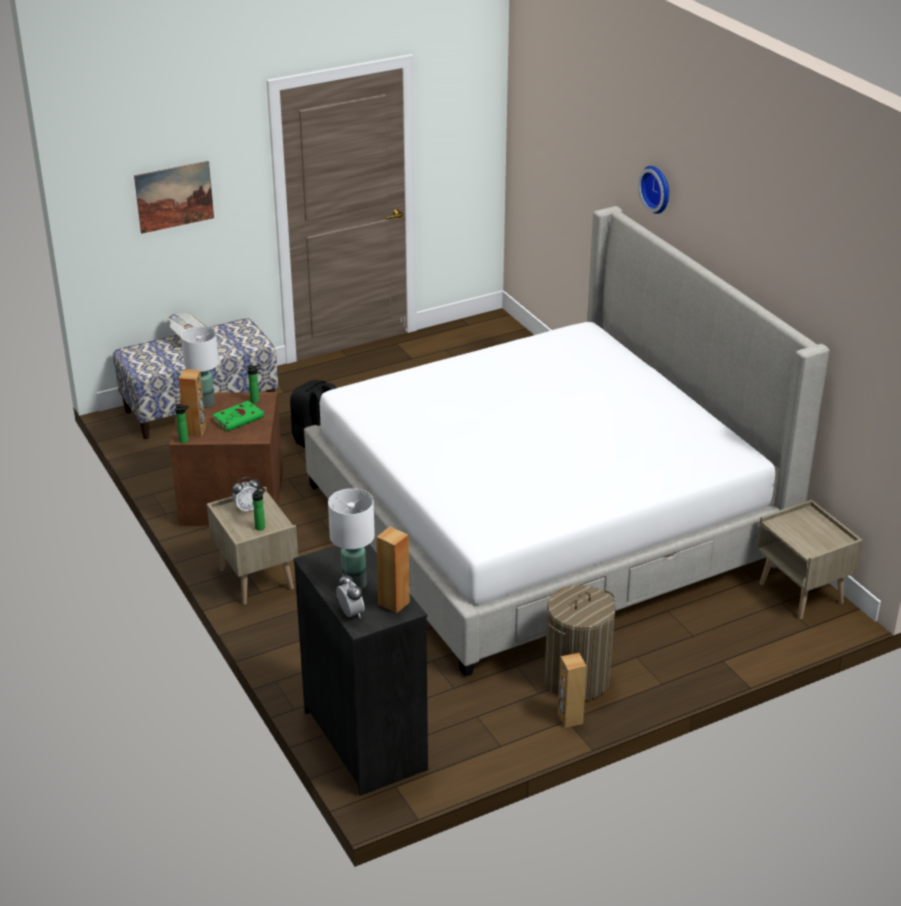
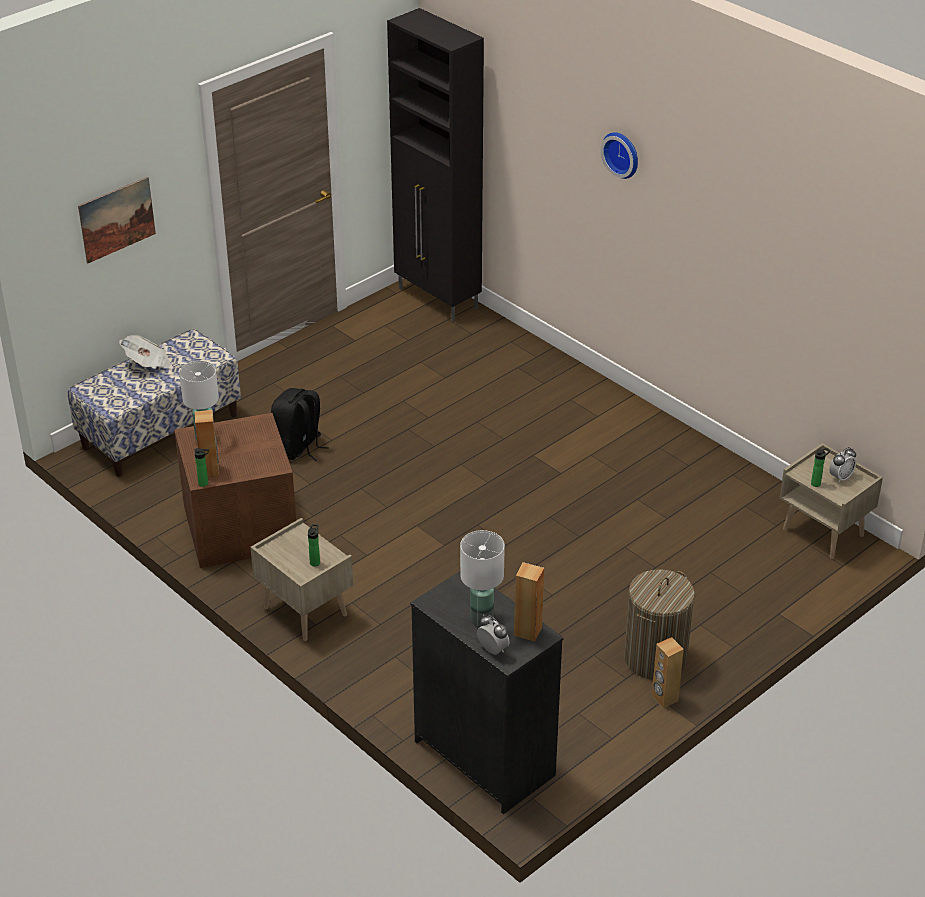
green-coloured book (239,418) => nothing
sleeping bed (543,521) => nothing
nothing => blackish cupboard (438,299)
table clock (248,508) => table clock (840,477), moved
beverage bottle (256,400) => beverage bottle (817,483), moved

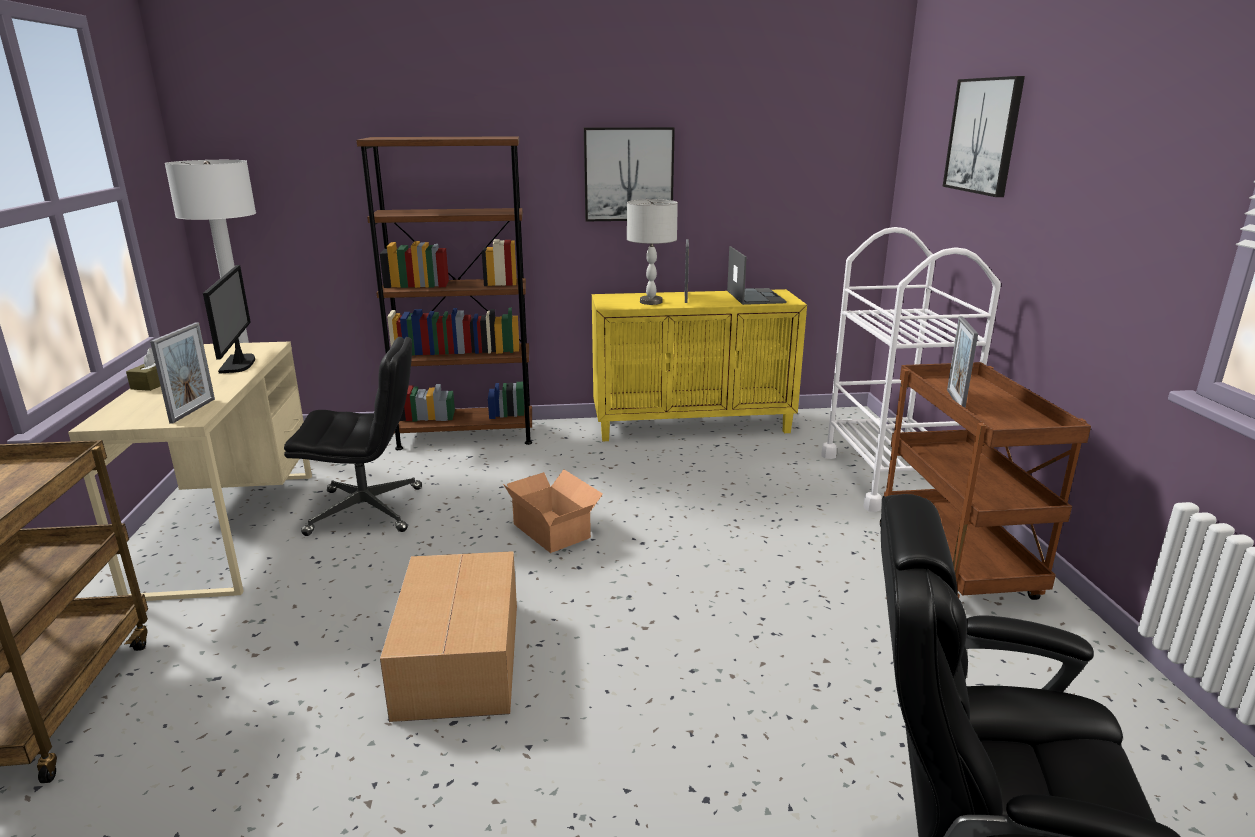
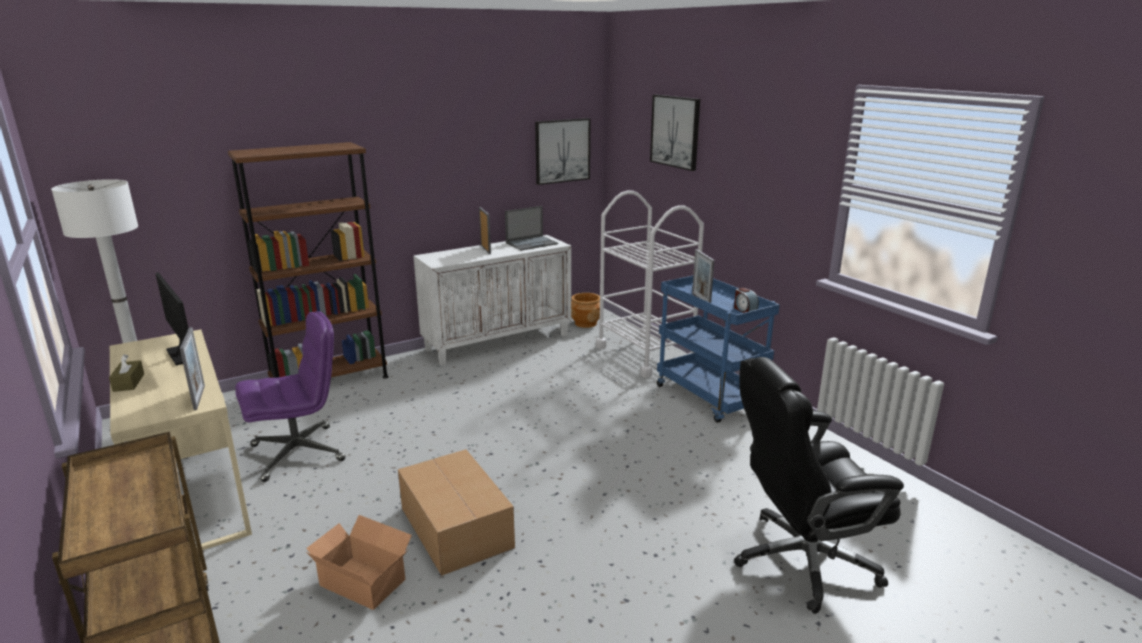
greyish lamp for a table (651,302) => nothing
nothing => brownish planter (585,323)
nothing => table clock (744,310)
carton (553,529) => carton (363,580), moved
wall art (628,174) => wall art (562,151), moved
blackish office chair (367,510) => purple-coloured office chair (299,452)
yellow-coloured cupboard (693,425) => white-coloured cupboard (498,342)
brownish wheeled cart (957,564) => bluish wheeled cart (710,398)
notebook computer (755,296) => notebook computer (532,243), 90 degrees clockwise

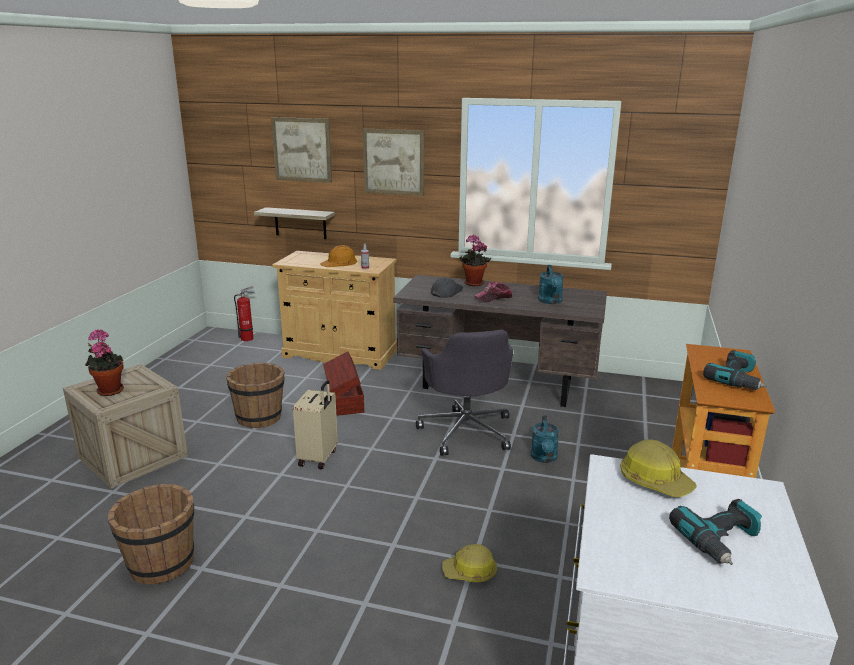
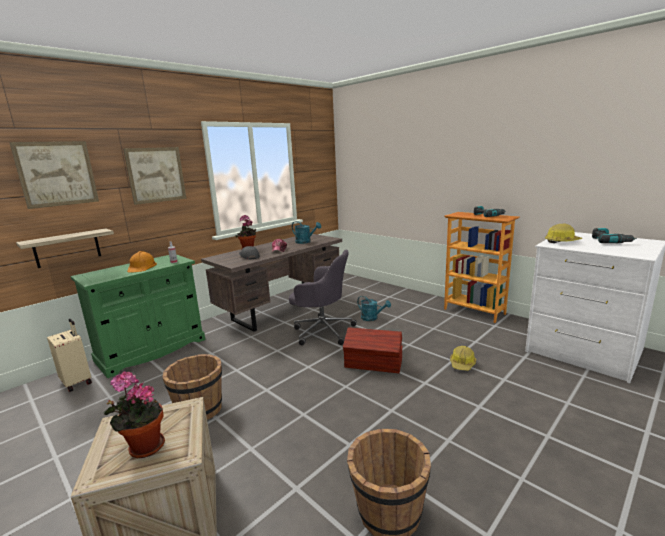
fire extinguisher (248,338) => nothing
beige-coloured travel case (319,458) => beige-coloured travel case (77,382), moved
brownish storage bin (344,400) => brownish storage bin (373,364), moved
beige-coloured cupboard (340,354) => green-coloured cupboard (152,350)

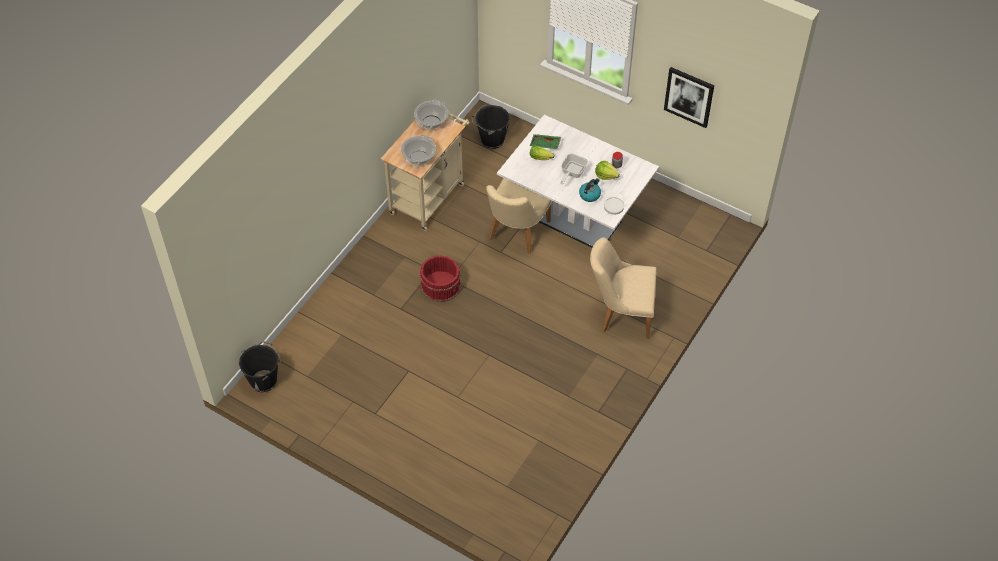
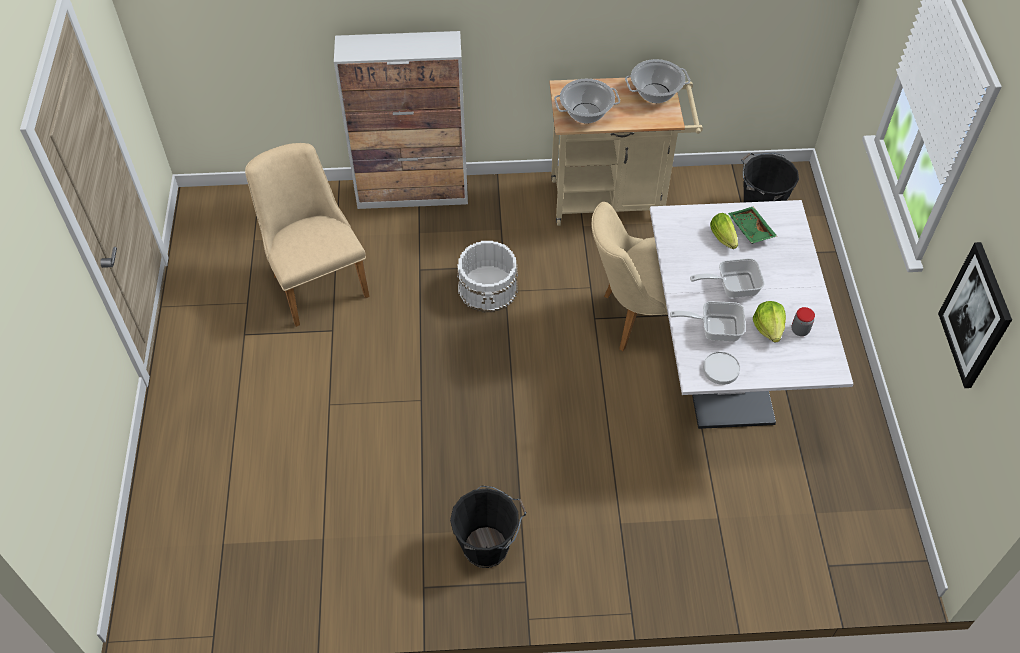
nothing => cupboard (413,194)
blackish bucket (264,380) => blackish bucket (488,546), moved
beige-coloured plain chair (620,314) => beige-coloured plain chair (316,280), moved
kettle (590,194) => pan (714,328)
red-coloured bucket (441,285) => white-coloured bucket (488,288)

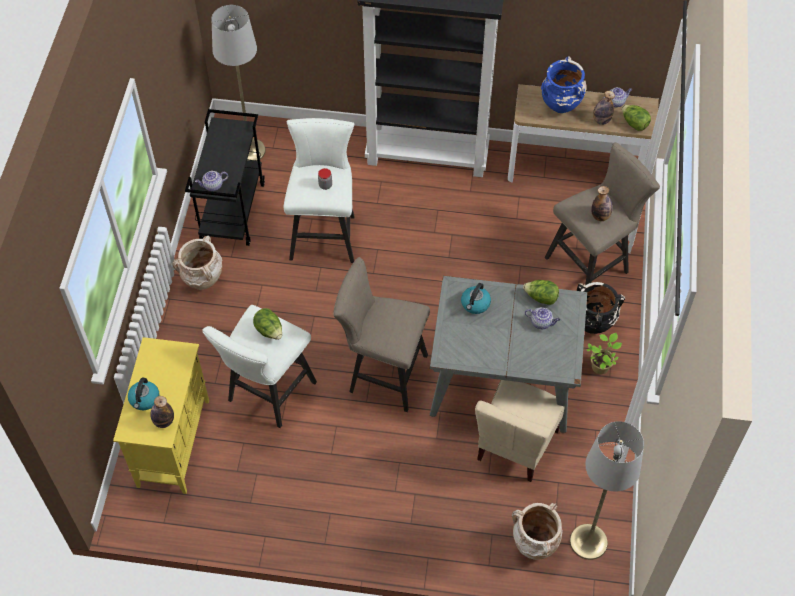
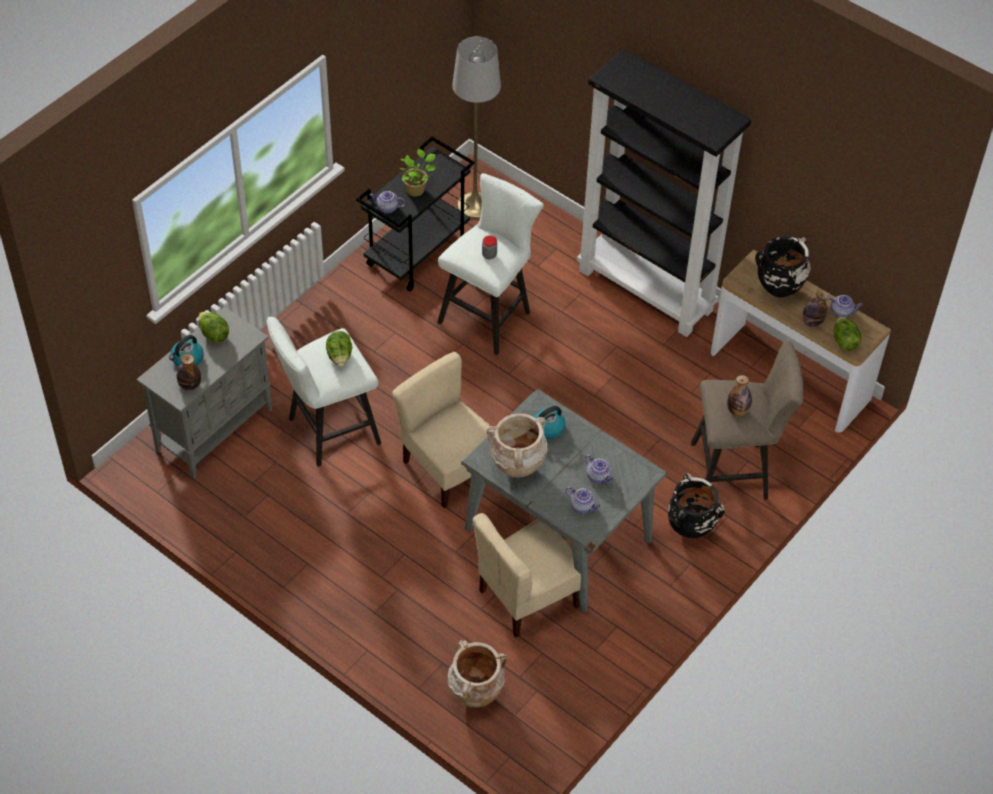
greyish standing lamp (588,541) => nothing
nothing => tea pot (583,506)
beige-coloured flower vase (203,283) => beige-coloured flower vase (517,470), moved
lettuce head (541,298) => lettuce head (213,334), moved
houseplant (600,366) => houseplant (416,189), moved
beige-coloured stool (382,373) => beige-coloured plain chair (448,468)
yellow-coloured cupboard (173,442) => greyish cupboard (215,429)
bluish flower vase (561,108) => blackish flower vase (778,292)

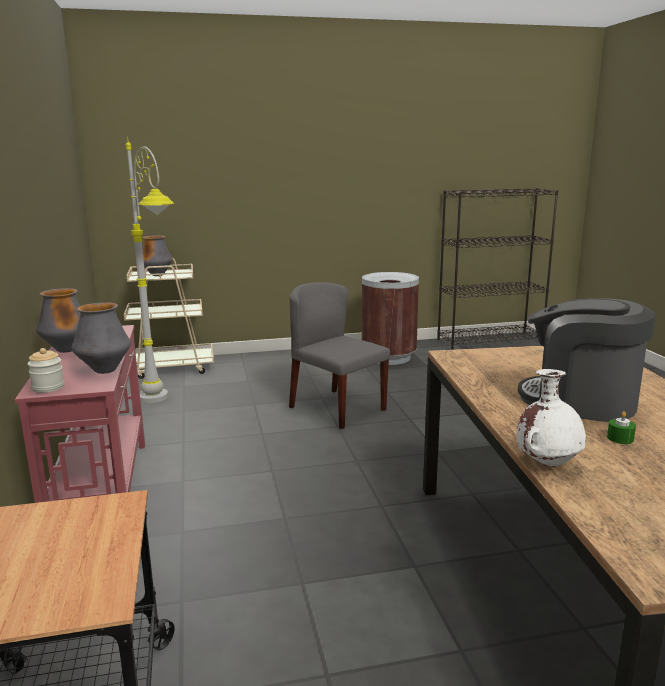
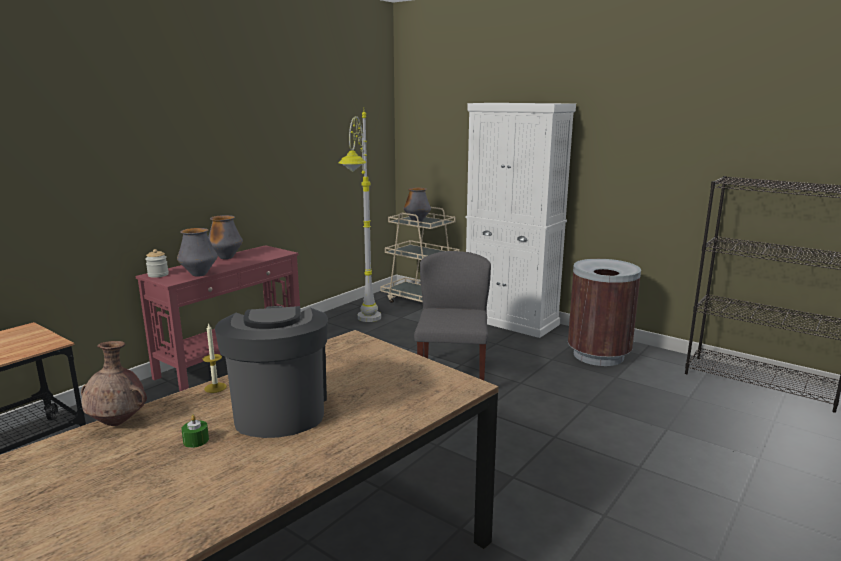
nothing => wax candle (215,387)
nothing => white-coloured cupboard (511,321)
white-coloured flower vase (548,463) => brownish flower vase (118,422)

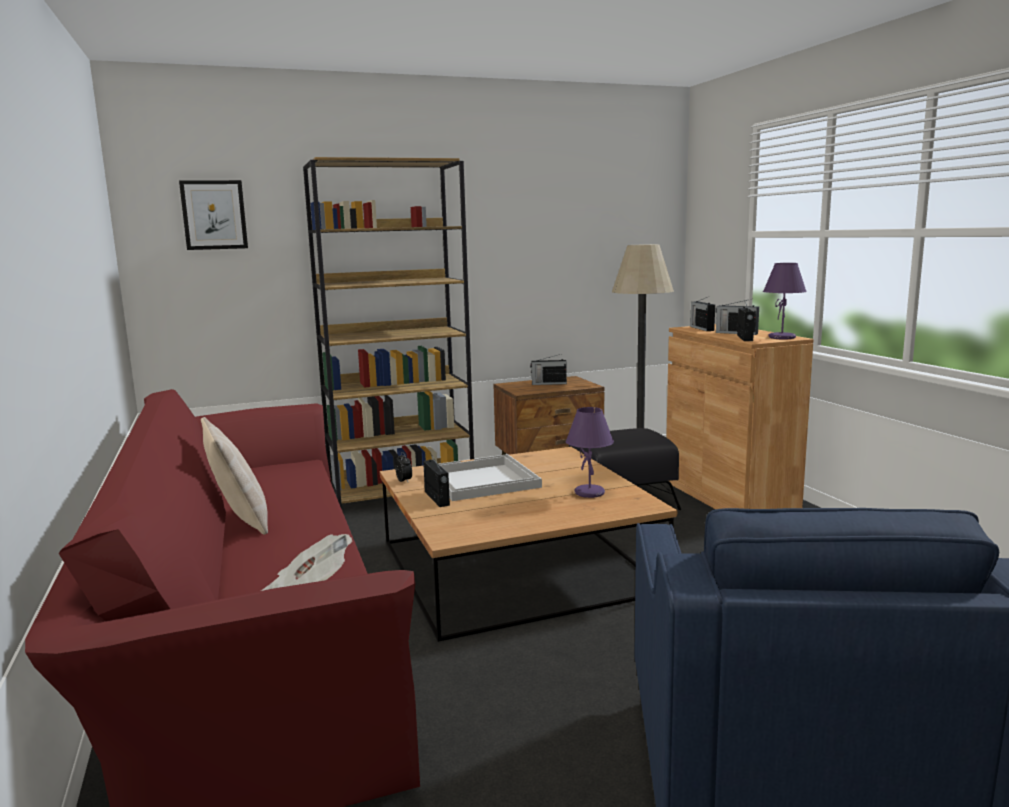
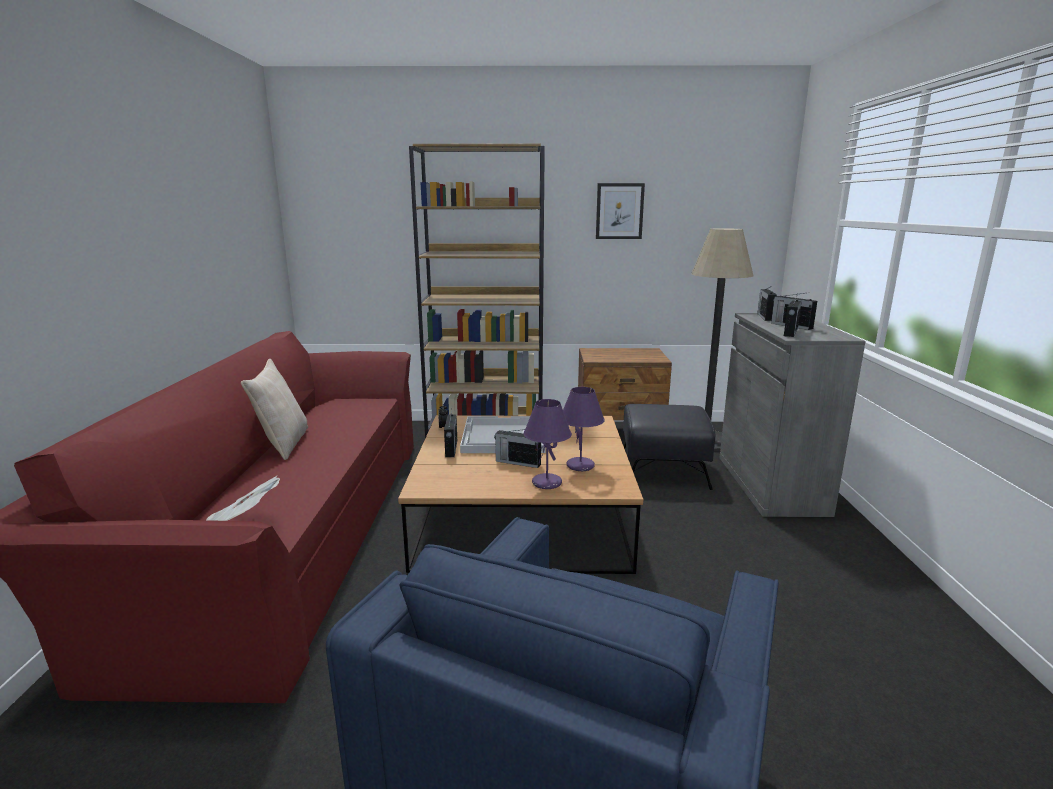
wall art (214,215) => wall art (619,211), moved
radio (548,383) => radio (517,462), moved
purple-coloured lamp for a table (782,338) => purple-coloured lamp for a table (546,483), moved
brownish cupboard (729,496) => greyish cupboard (771,484)

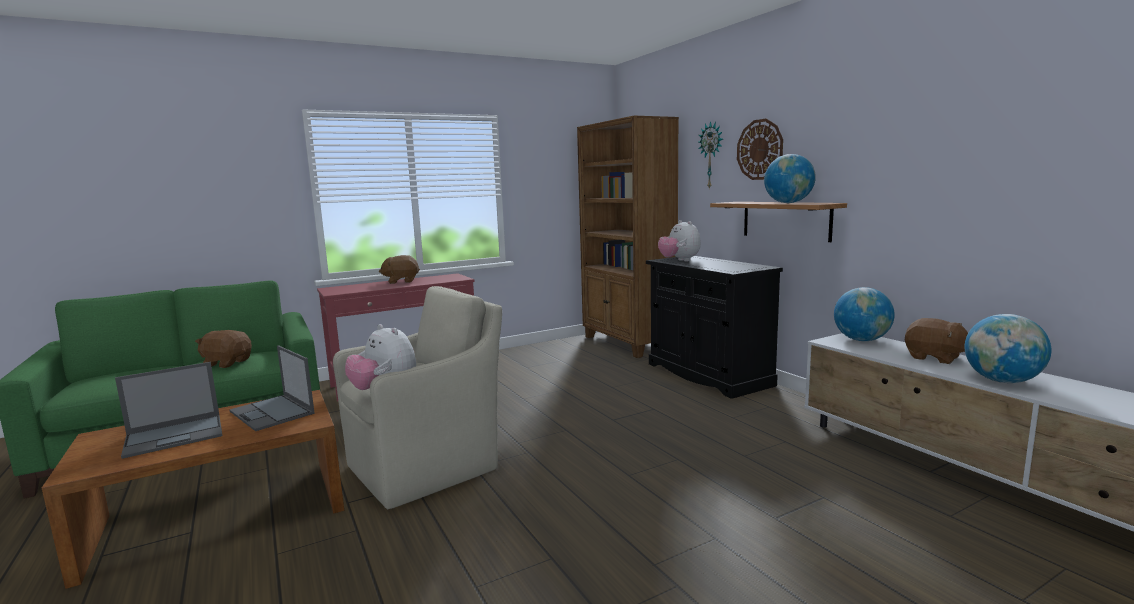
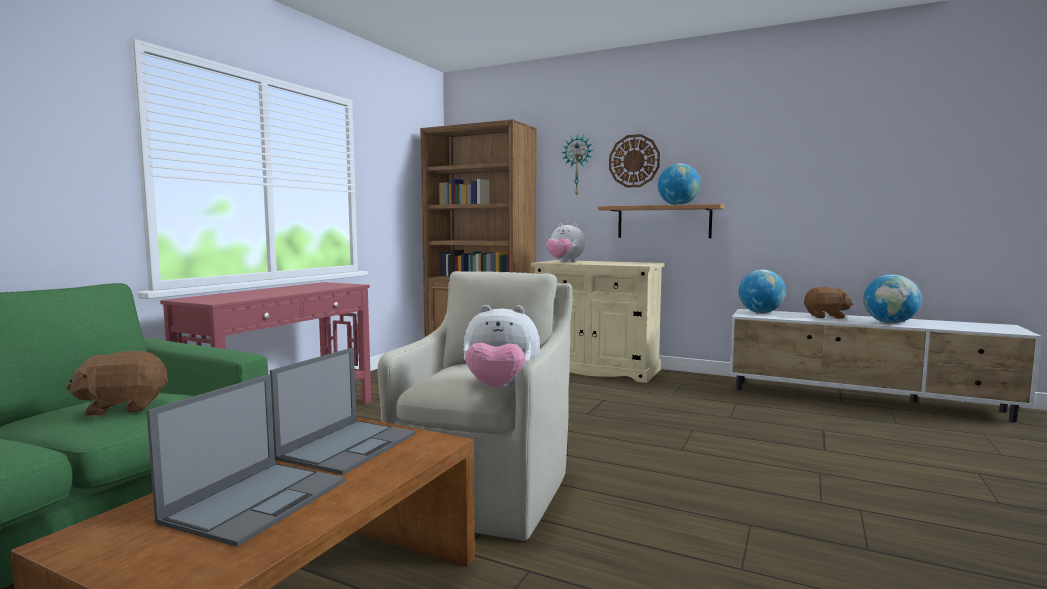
brownish cuddly toy (401,281) => nothing
blackish cupboard (708,374) => beige-coloured cupboard (596,369)
notebook computer (272,412) => notebook computer (349,445), 75 degrees counterclockwise

